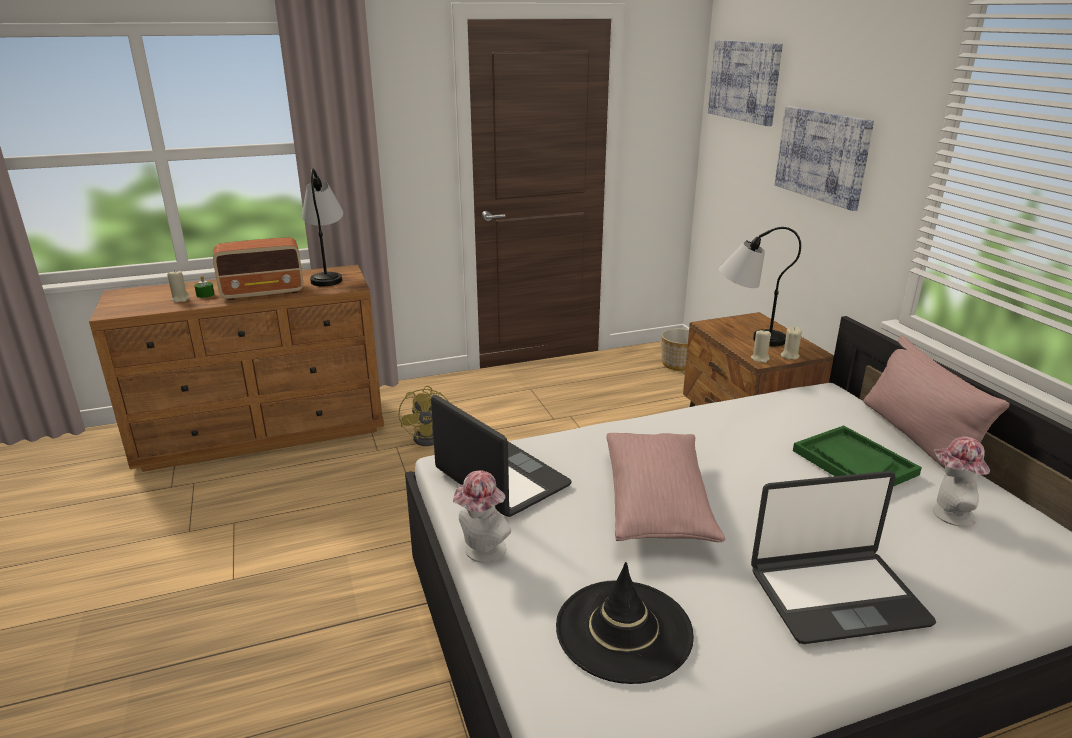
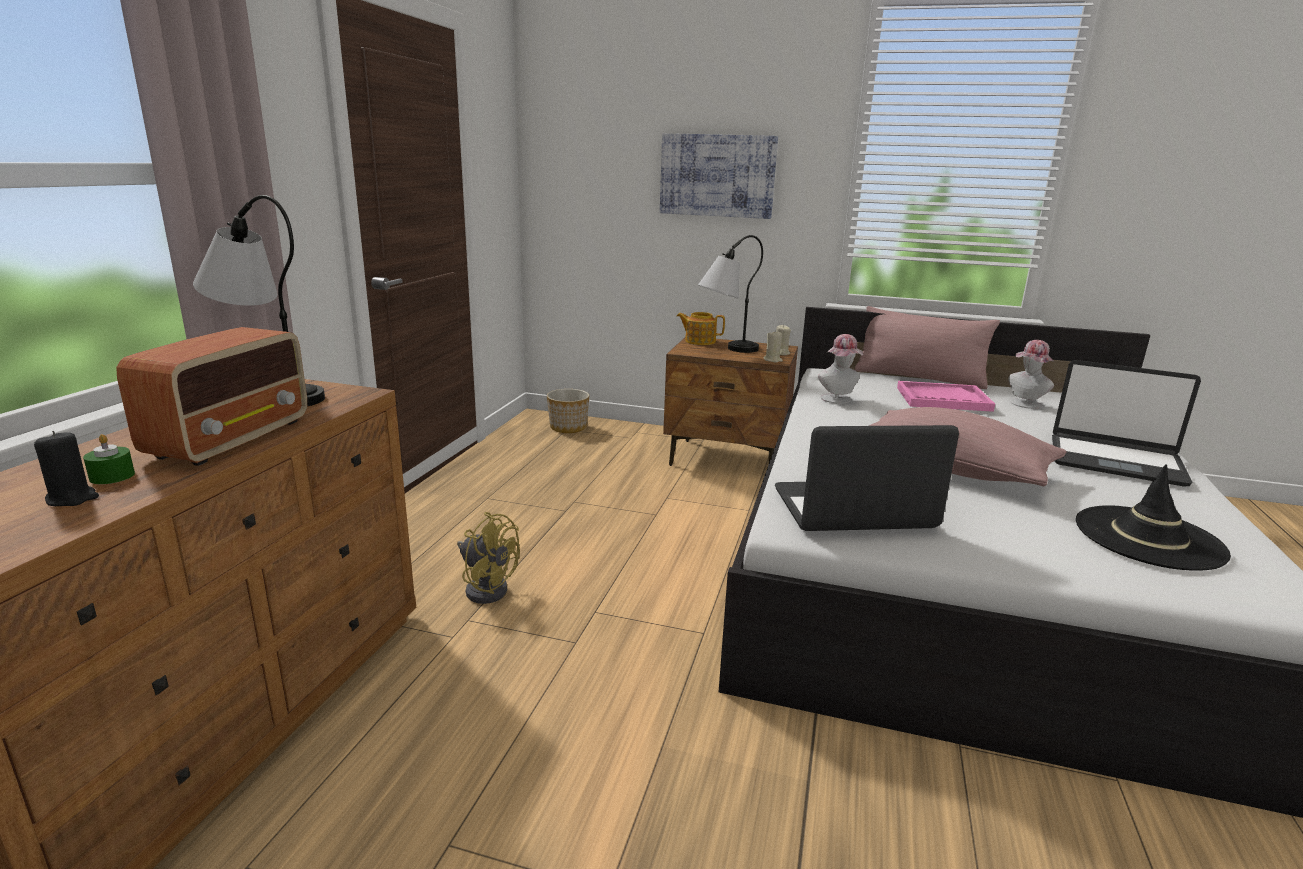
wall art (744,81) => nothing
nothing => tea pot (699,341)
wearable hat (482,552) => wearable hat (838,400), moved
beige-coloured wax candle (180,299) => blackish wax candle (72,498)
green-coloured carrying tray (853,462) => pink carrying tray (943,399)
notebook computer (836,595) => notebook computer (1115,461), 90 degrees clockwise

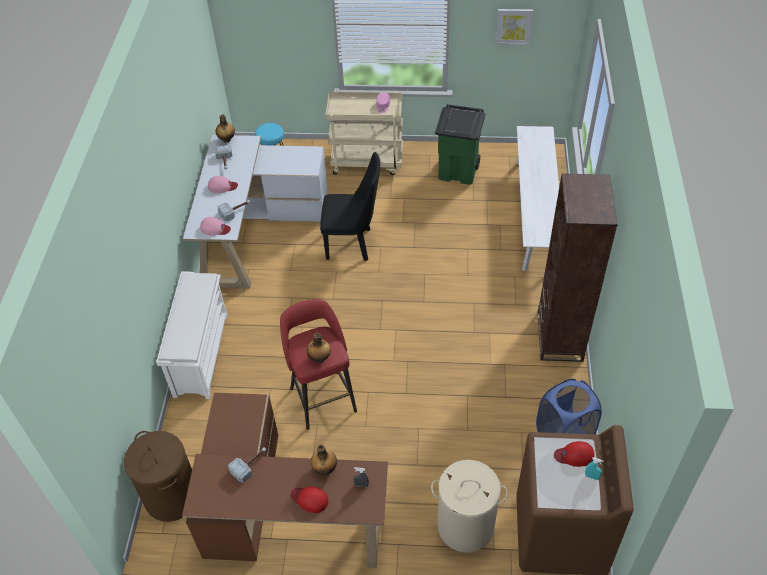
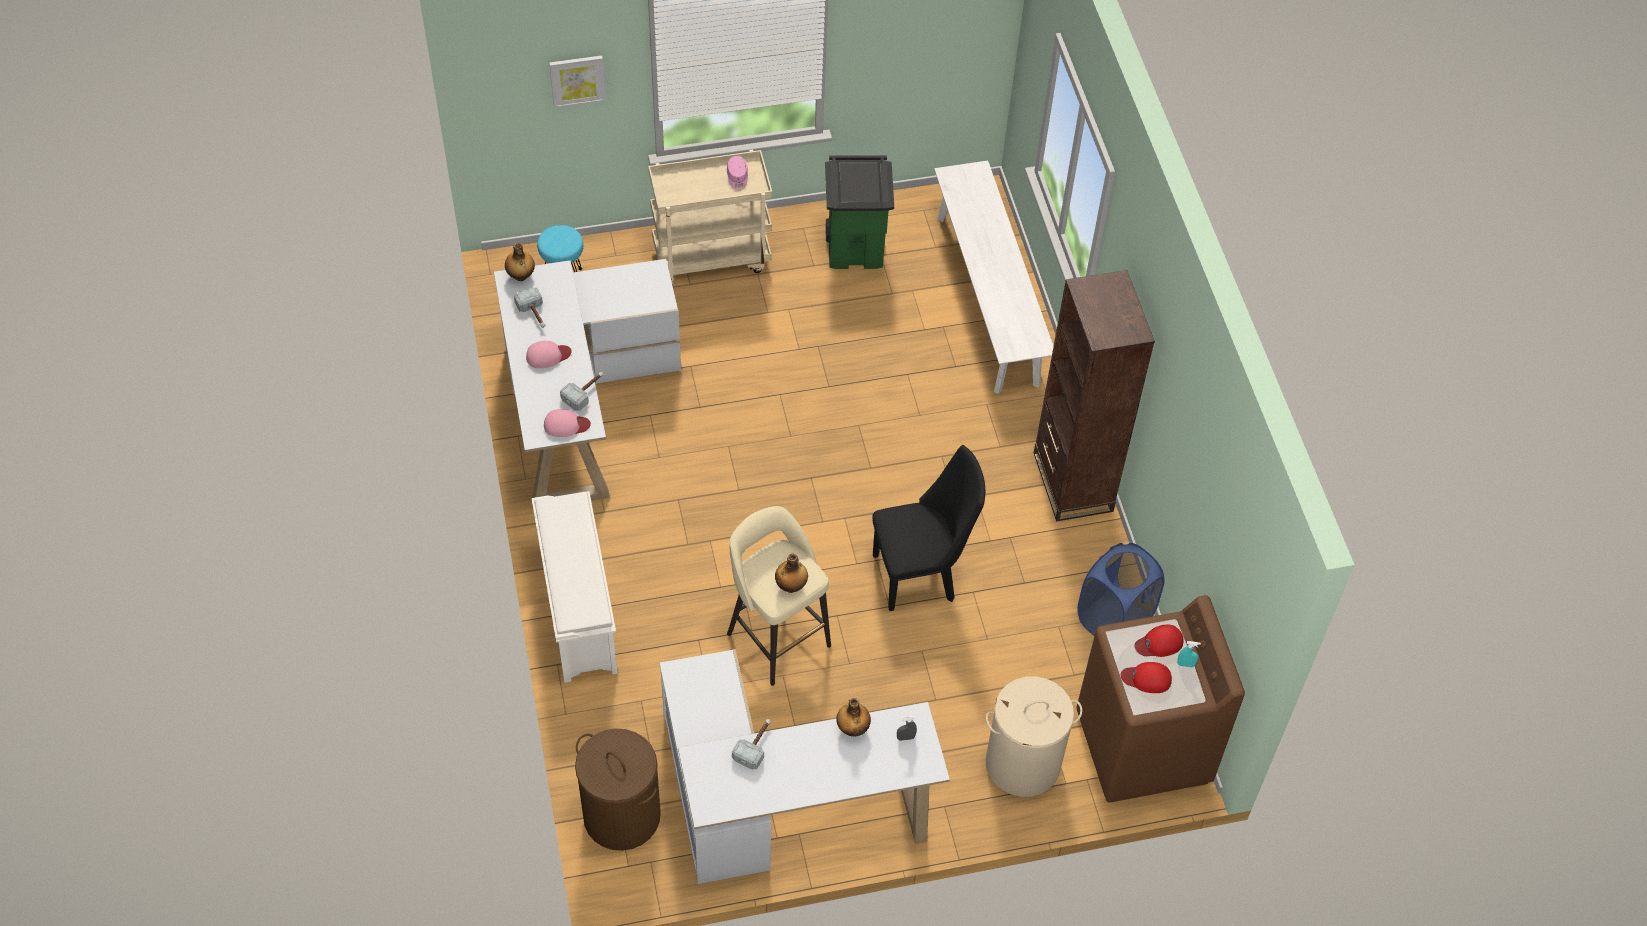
red-coloured peaked cap (310,499) => red-coloured peaked cap (1147,678), moved
blackish plain chair (353,244) => blackish plain chair (921,575), moved
wall art (513,26) => wall art (577,80), moved
brownish desk table (282,514) => white-coloured desk table (780,804)
red-coloured stool (322,398) => beige-coloured stool (777,637)

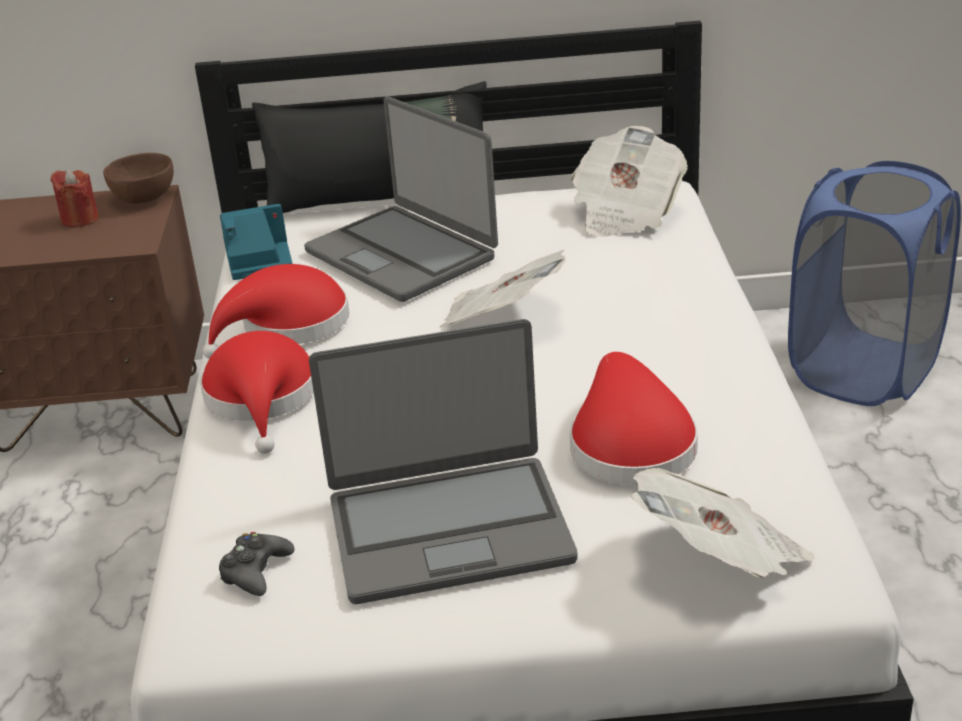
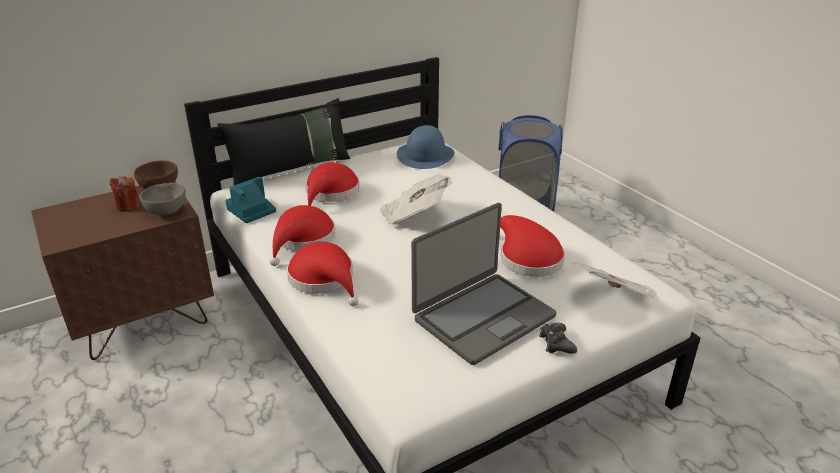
nothing => greyish serving bowl (167,212)
blackish joypad (256,571) => blackish joypad (556,343), moved
notebook computer (402,254) => red-coloured wearable hat (331,193)
printed paper (625,212) => bluish wearable hat (425,155)

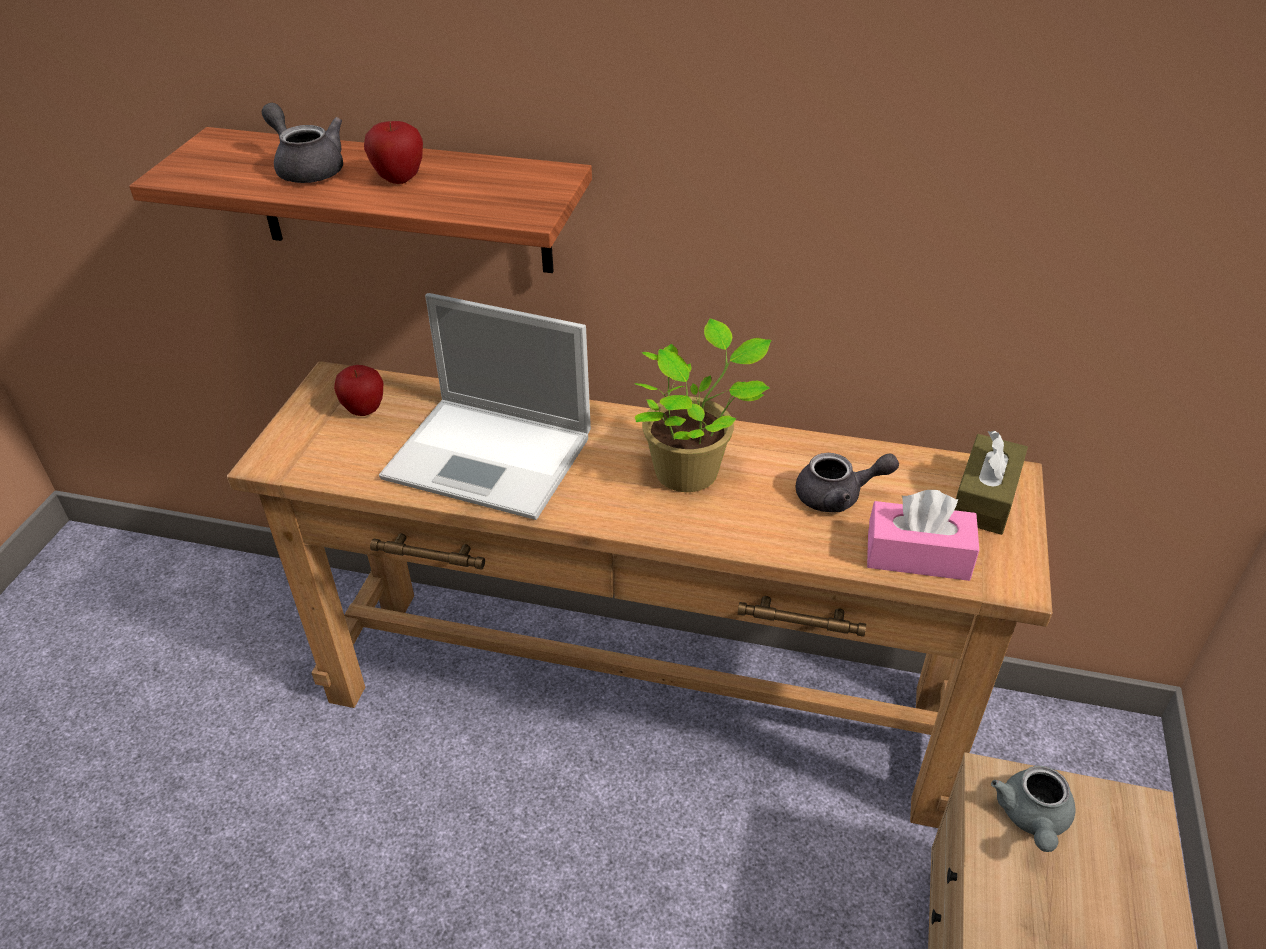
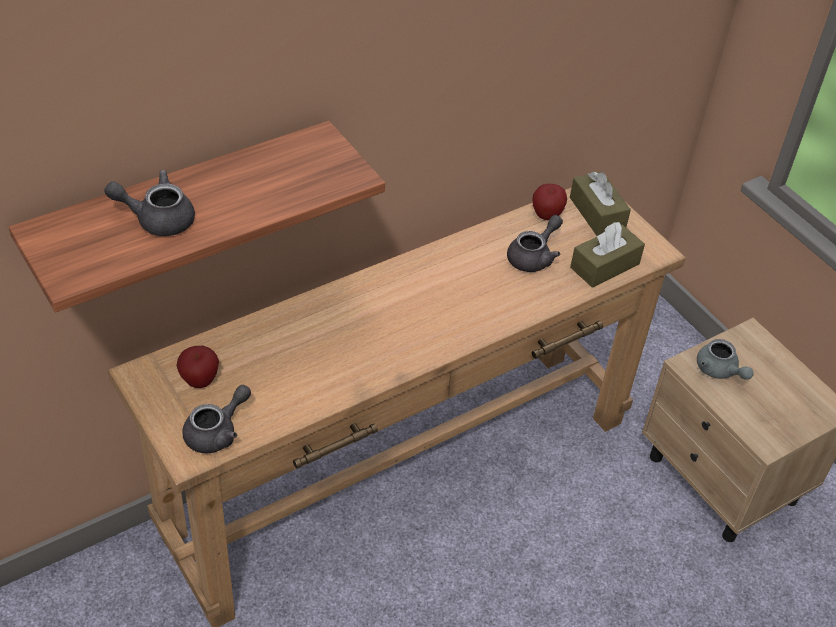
notebook computer (492,457) => nothing
houseplant (691,471) => nothing
nothing => greyish tea pot (217,432)
apple fruit (399,179) => apple fruit (546,216), moved
pink box of tissues (917,556) => brownish box of tissues (605,265)

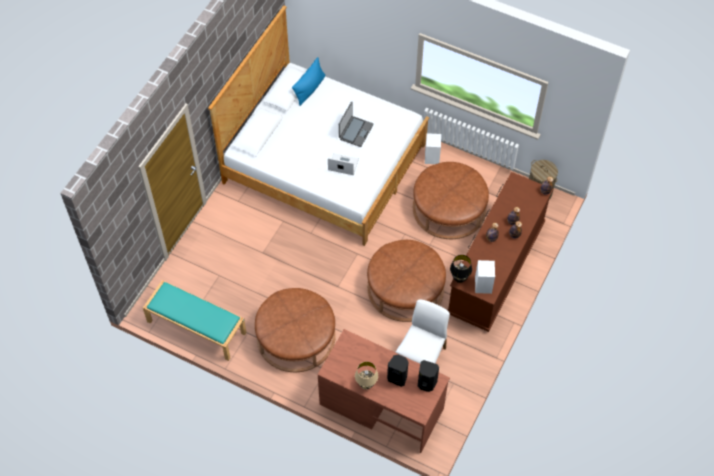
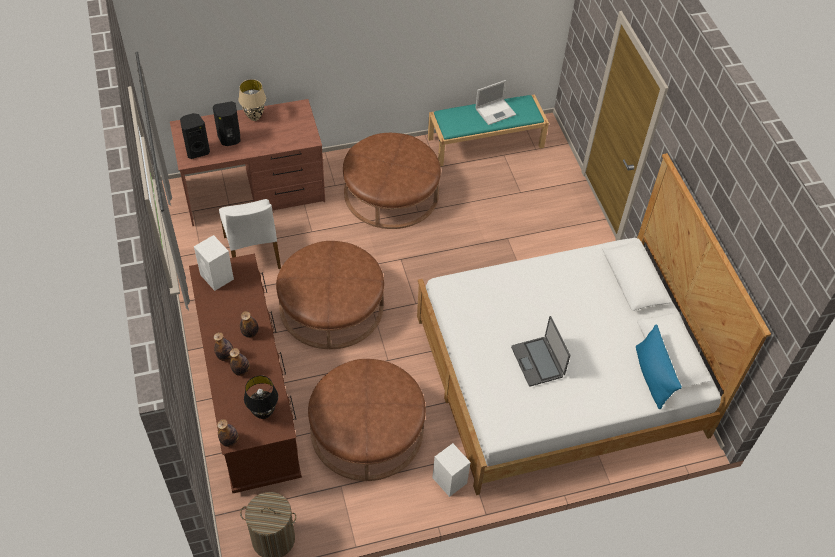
notebook computer (342,165) => notebook computer (496,111), moved
blackish lamp for a table (459,278) => blackish lamp for a table (264,413), moved

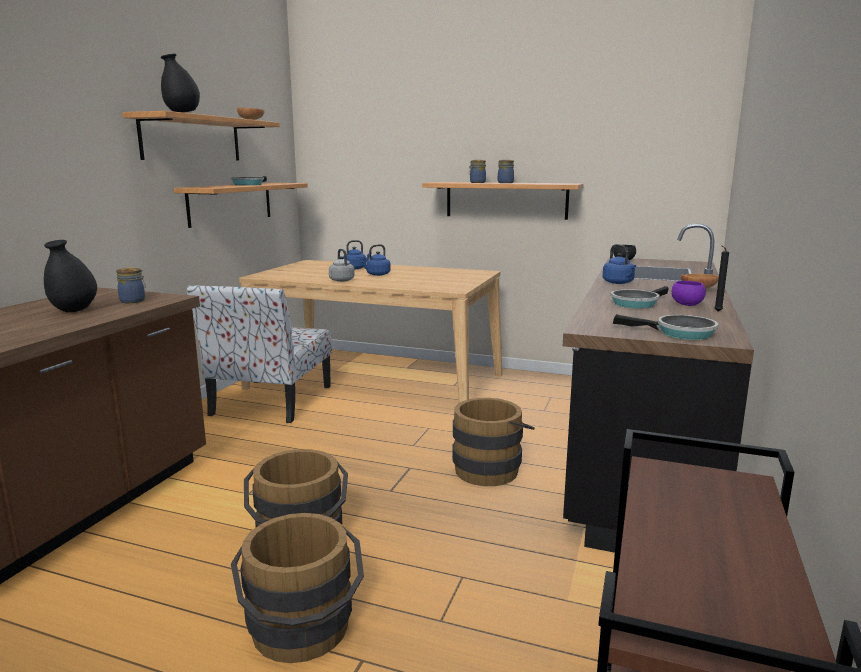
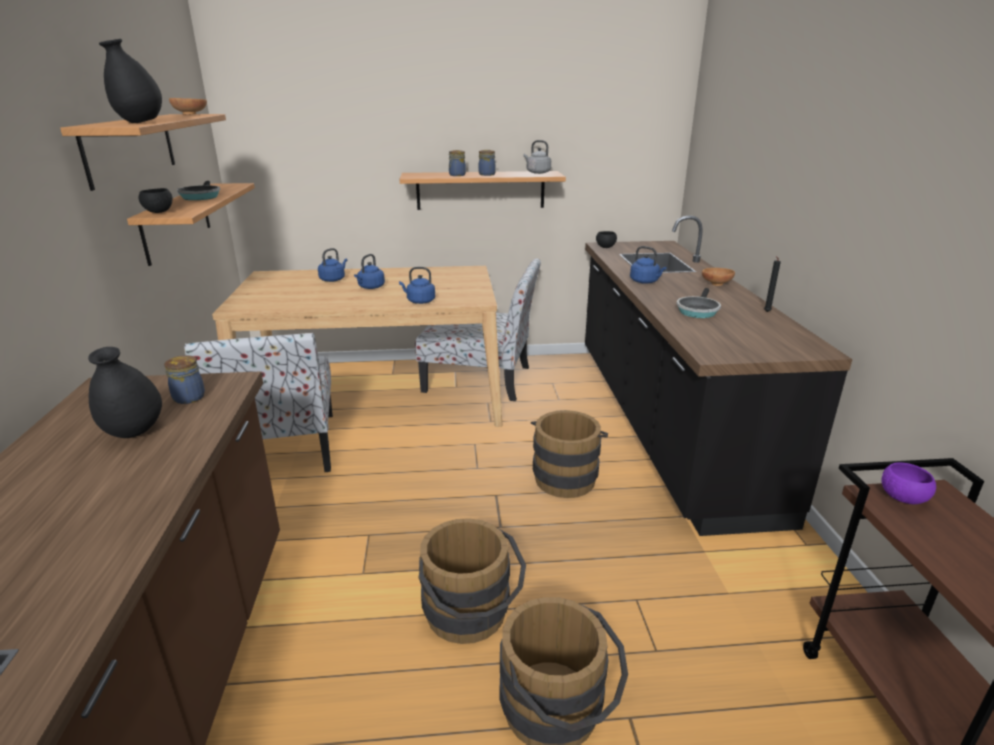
pan (679,333) => nothing
nothing => blackish serving bowl (158,212)
nothing => bluish kettle (419,301)
nothing => plain chair (480,379)
greyish kettle (341,280) => greyish kettle (537,172), moved
purple-coloured serving bowl (687,304) => purple-coloured serving bowl (902,498), moved

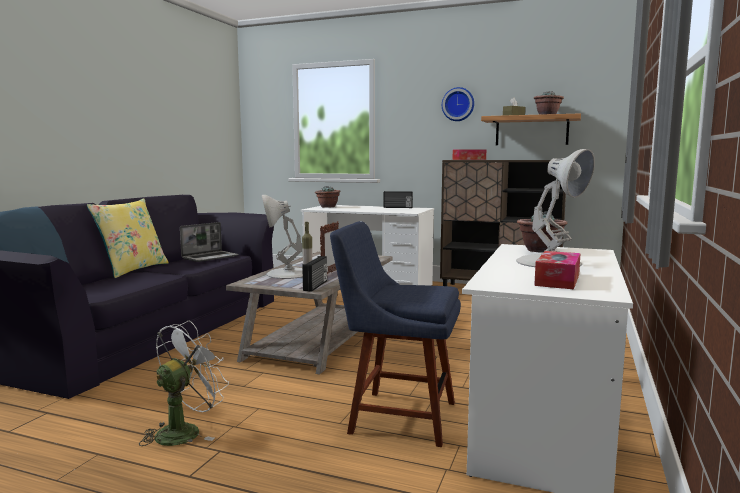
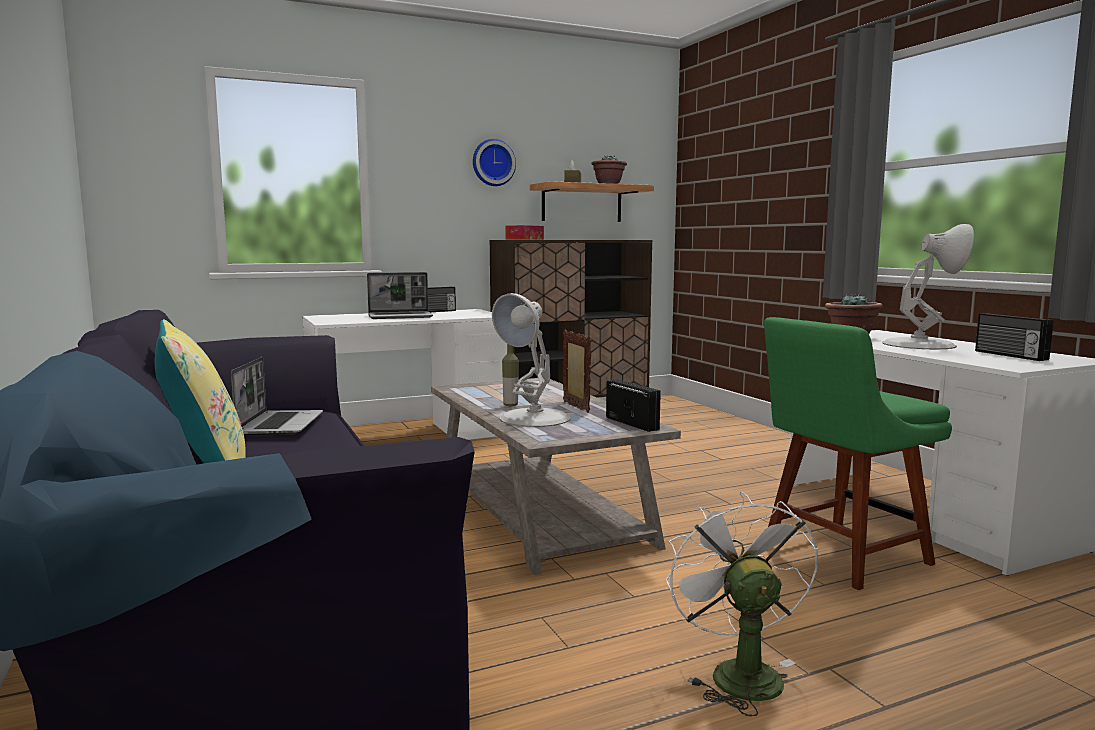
houseplant (327,207) => nothing
nothing => notebook computer (401,317)
box of tissues (557,280) => radio (1009,355)
bluish plain chair (397,416) => green-coloured plain chair (840,556)

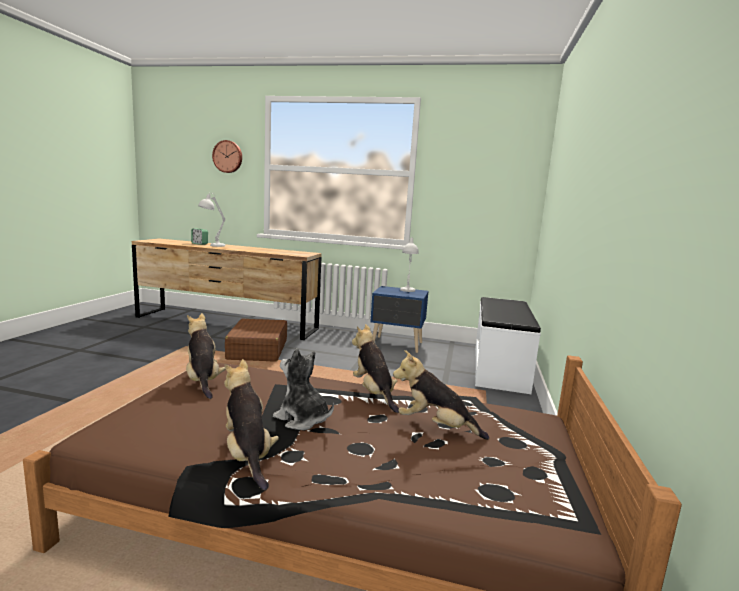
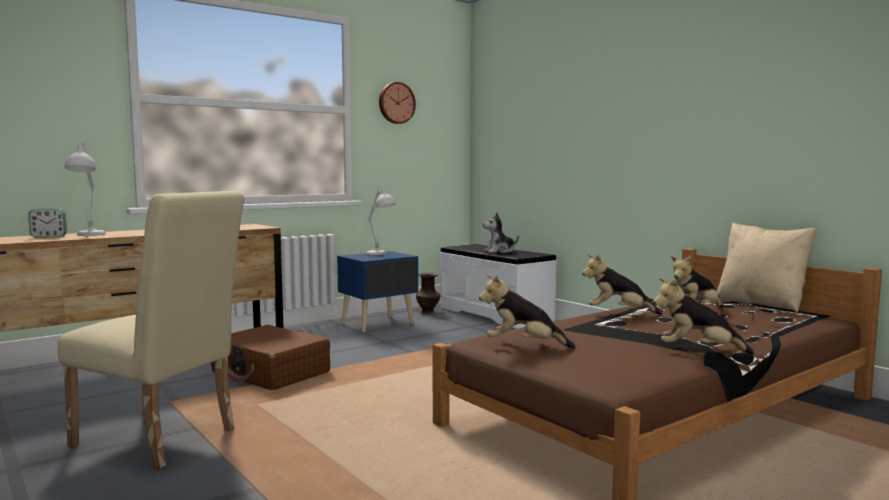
nothing => beige-coloured plain chair (161,440)
nothing => brownish flower vase (428,311)
nothing => beige-coloured cushion (761,304)
clock on the wall (228,156) => clock on the wall (396,103), moved
cuddly toy (302,419) => cuddly toy (499,251), moved

